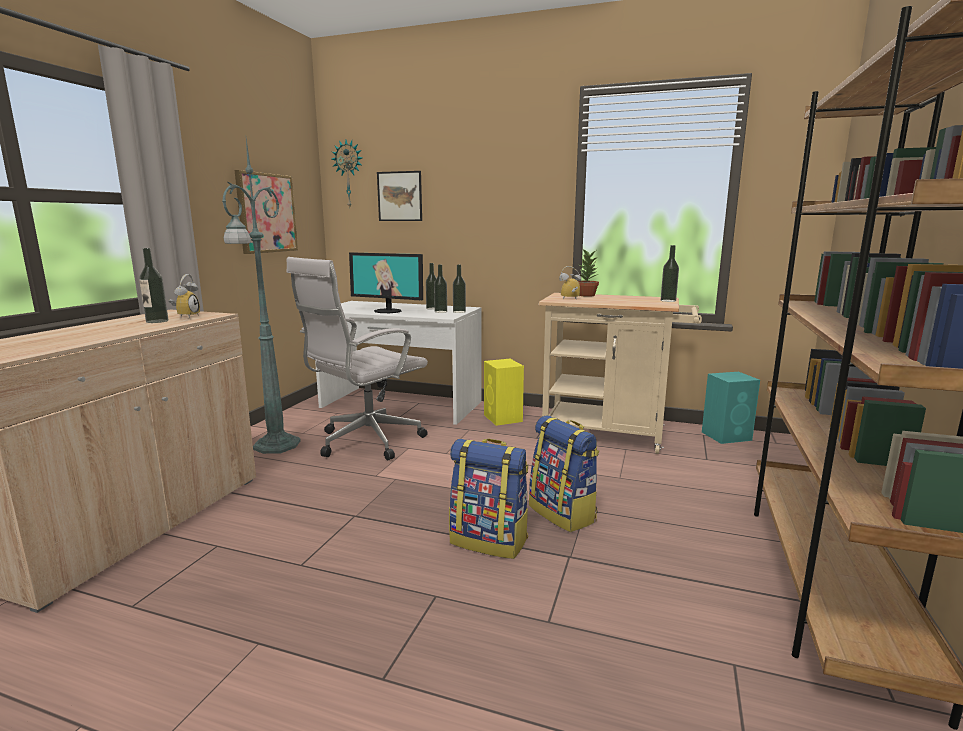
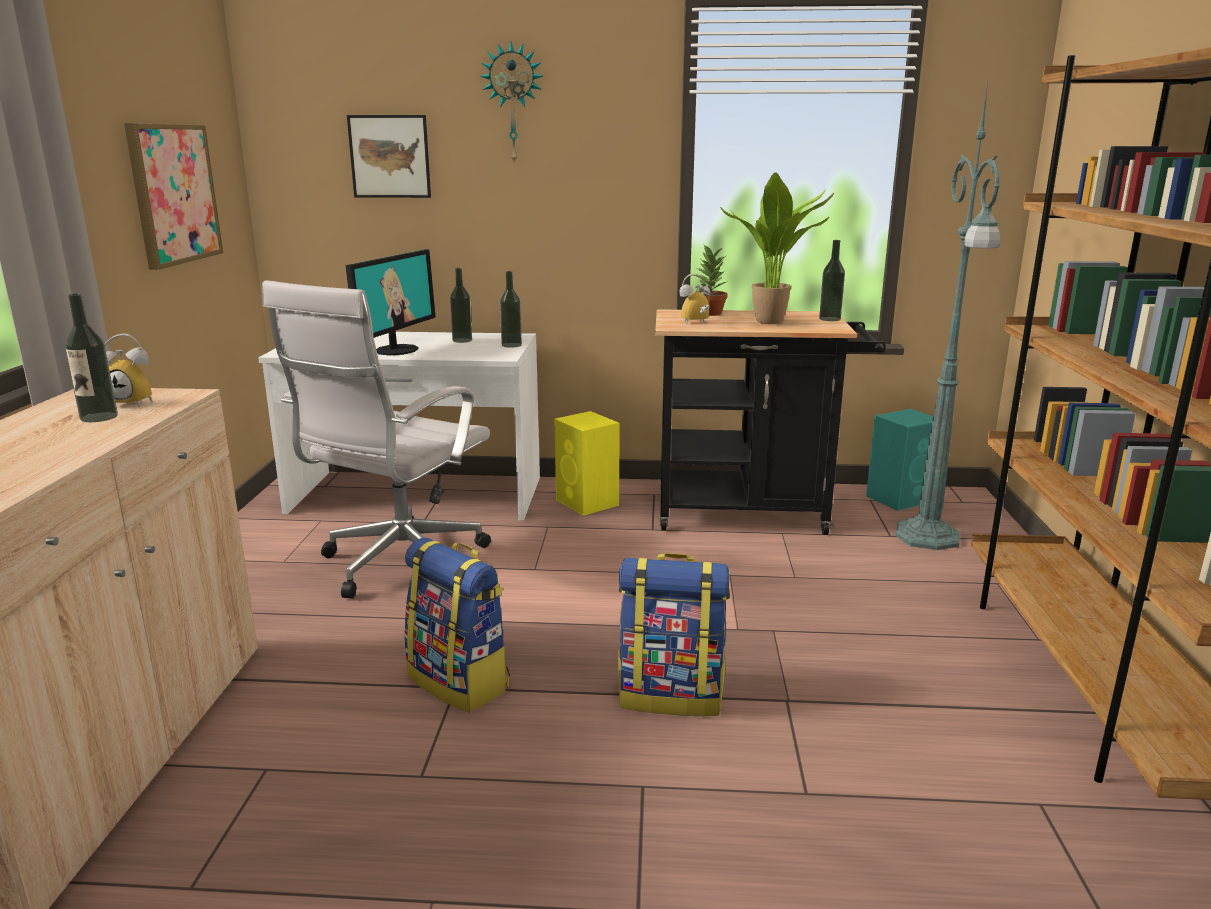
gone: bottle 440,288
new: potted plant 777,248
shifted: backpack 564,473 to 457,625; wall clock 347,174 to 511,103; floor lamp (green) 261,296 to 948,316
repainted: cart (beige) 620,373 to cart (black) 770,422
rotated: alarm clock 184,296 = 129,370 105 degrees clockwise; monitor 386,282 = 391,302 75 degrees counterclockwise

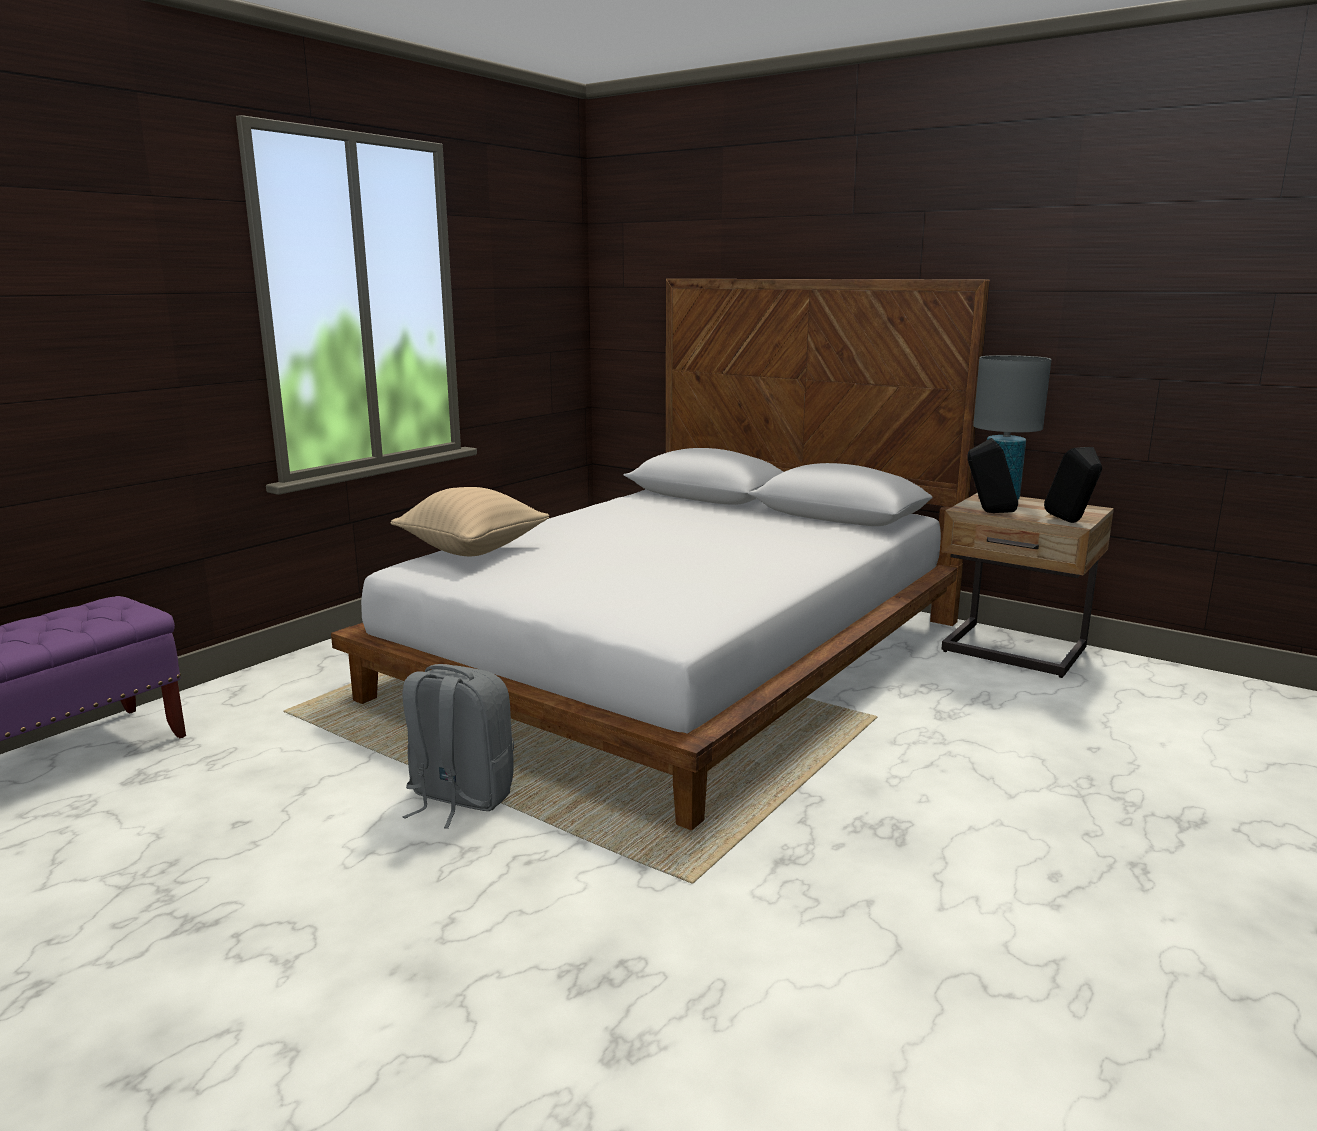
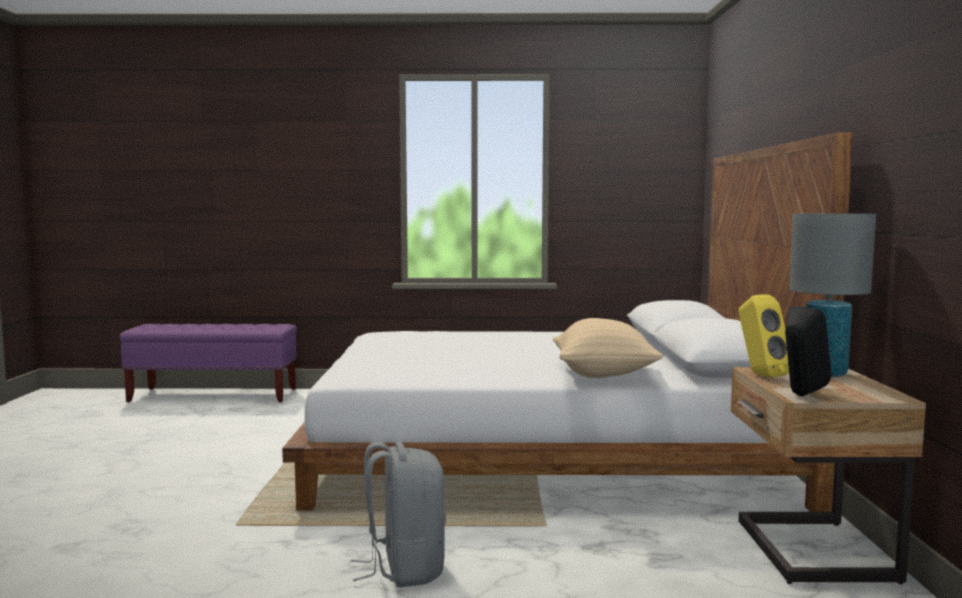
shifted: backpack (grey) 458,746 to 398,514; pillow (beige) 470,521 to 608,348
repainted: speaker (black) 992,475 to speaker (yellow) 764,336

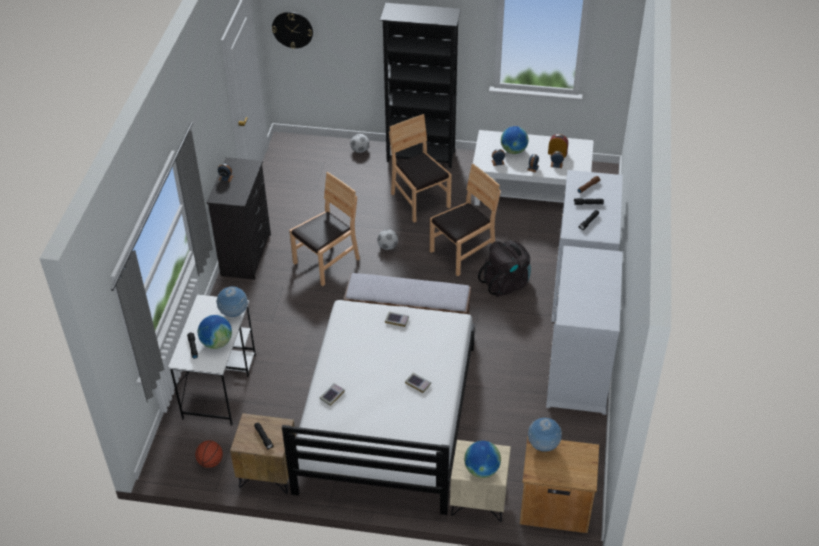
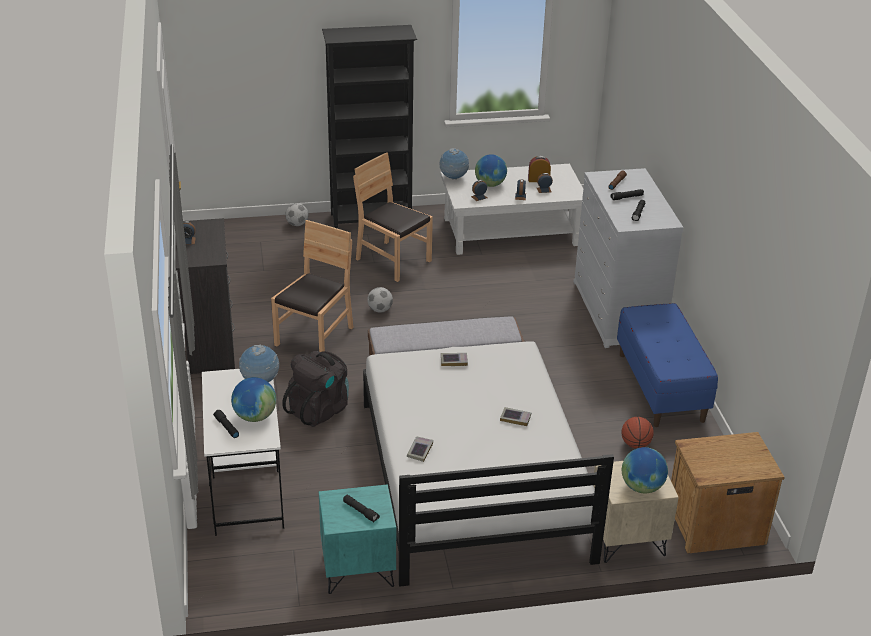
gone: wall clock 292,30; chair (brown) 465,220
shifted: backpack (black) 504,268 to 315,389; globe 545,435 to 454,164; basketball 209,454 to 638,432
swapped: dresser (white) 584,330 to bench (blue) 667,365
repainted: nightstand (brown) 263,453 to nightstand (turquoise) 357,539

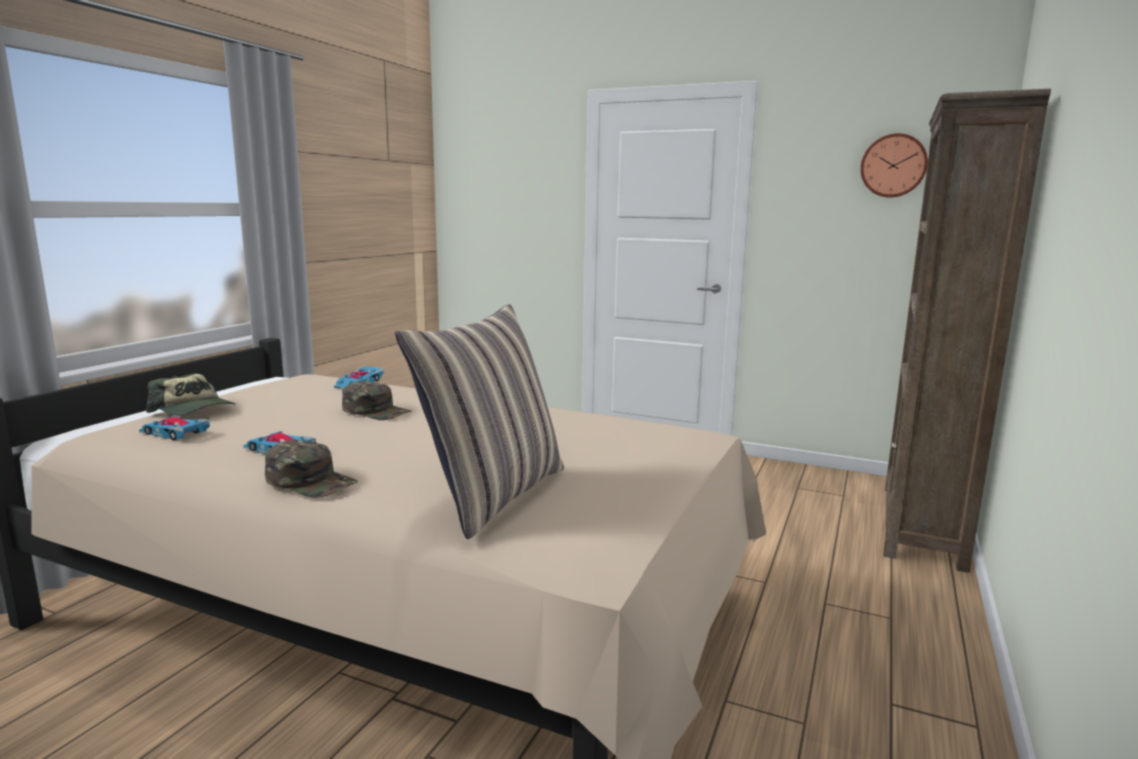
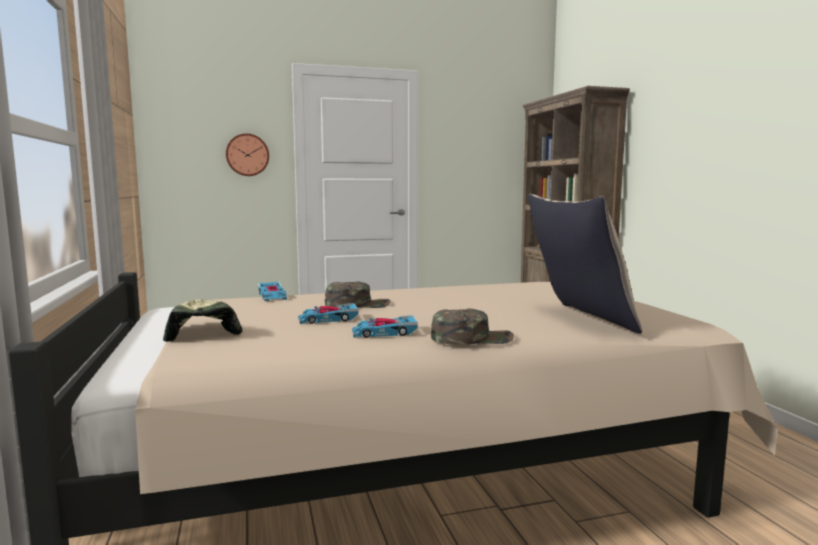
shifted: wall clock 894,165 to 247,154; toy car 174,427 to 328,313
rotated: cap 190,395 = 203,320 105 degrees counterclockwise

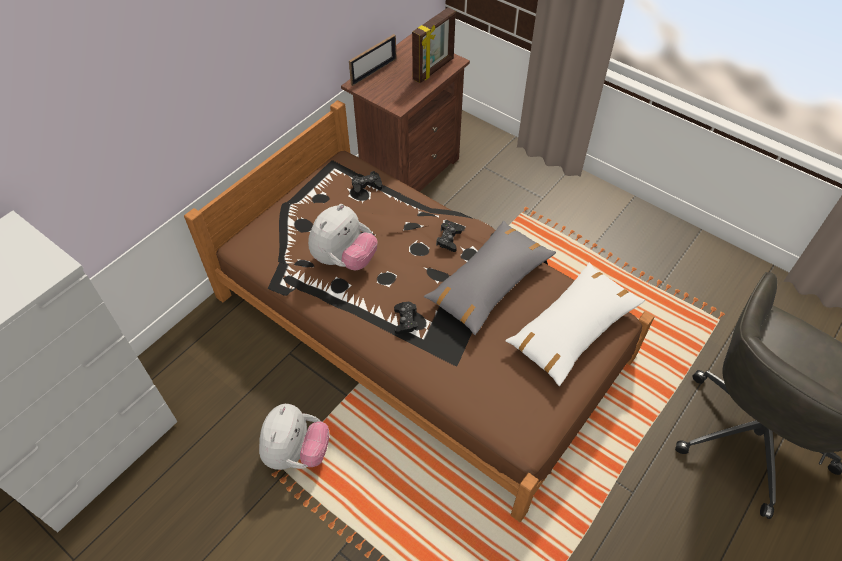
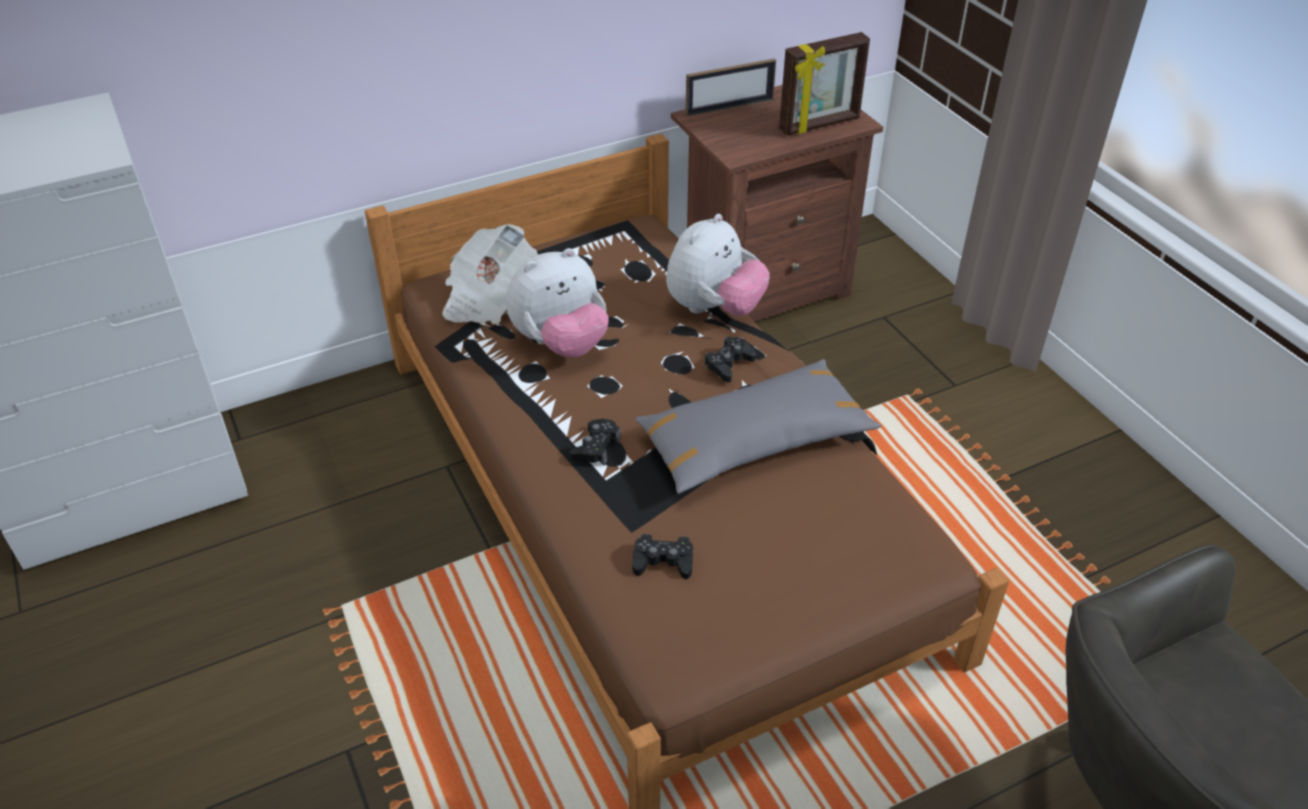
gone: pillow (white) 575,324
new: newspaper 490,274
shifted: game controller (black) 367,183 to 662,556; plush toy 294,437 to 718,265

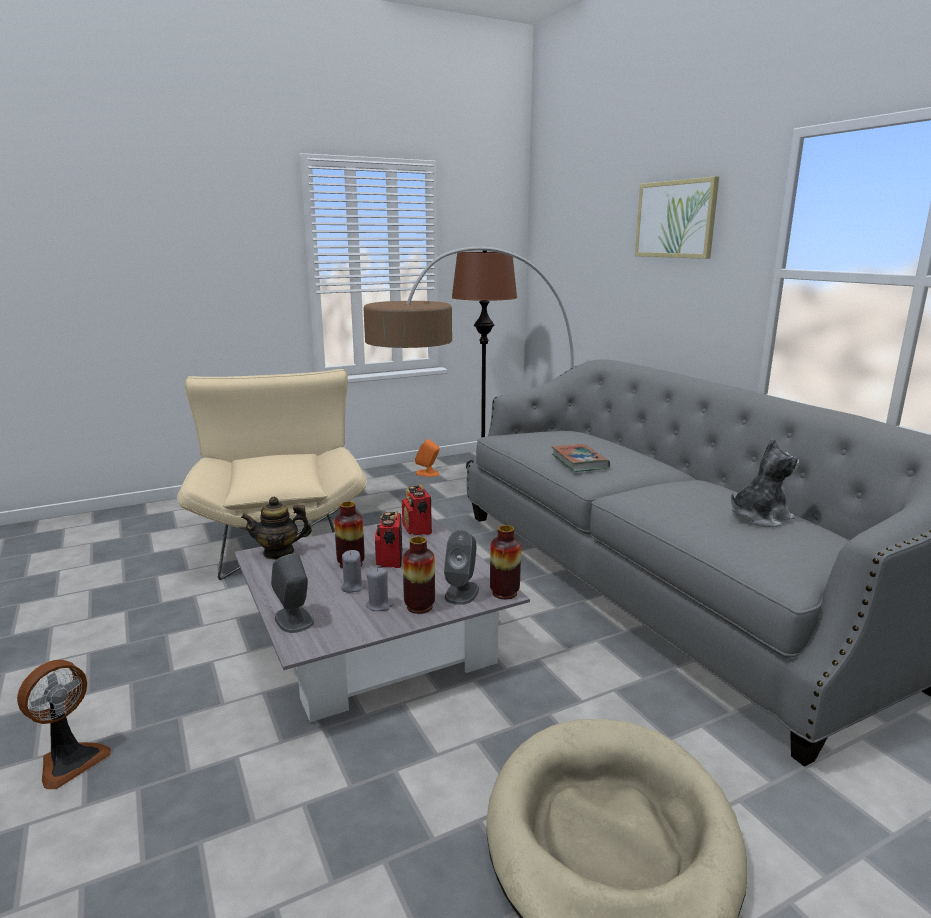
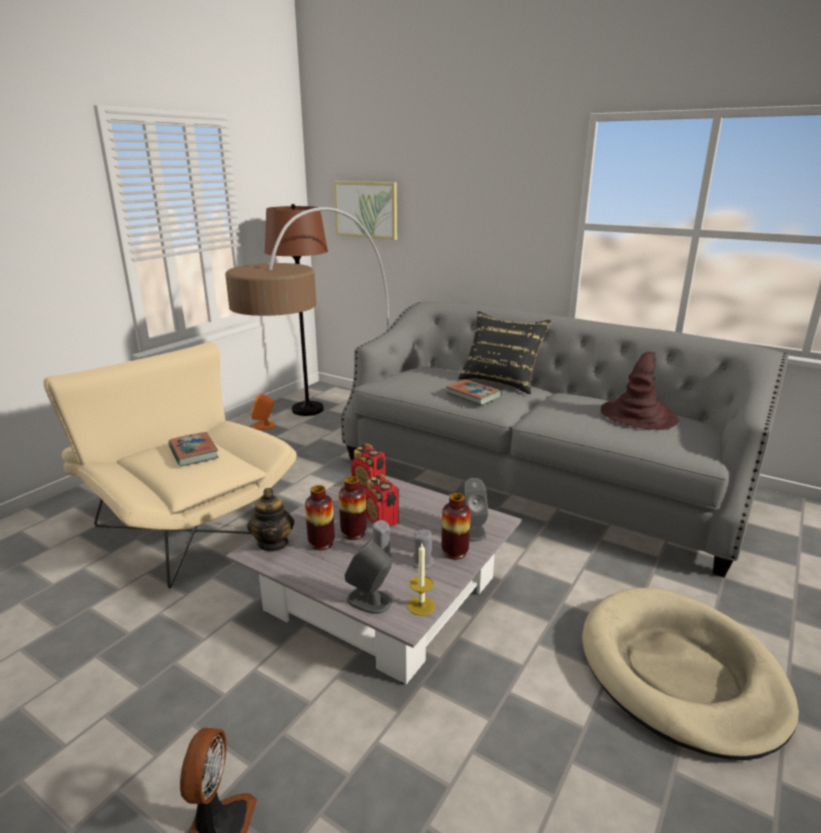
new: book 193,449; candle 421,580; pillow (black) 504,352
shifted: vase 505,562 to 320,517; picture 677,217 to 365,210
swapped: plush toy 765,482 to hat (brown) 640,391
rotated: teapot 276,528 = 270,520 60 degrees counterclockwise

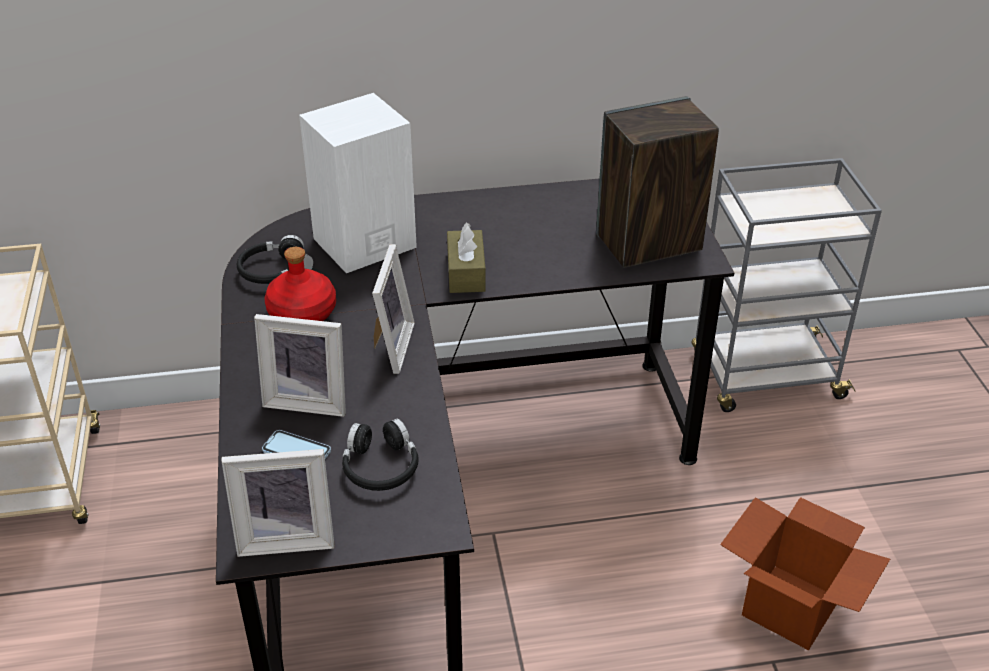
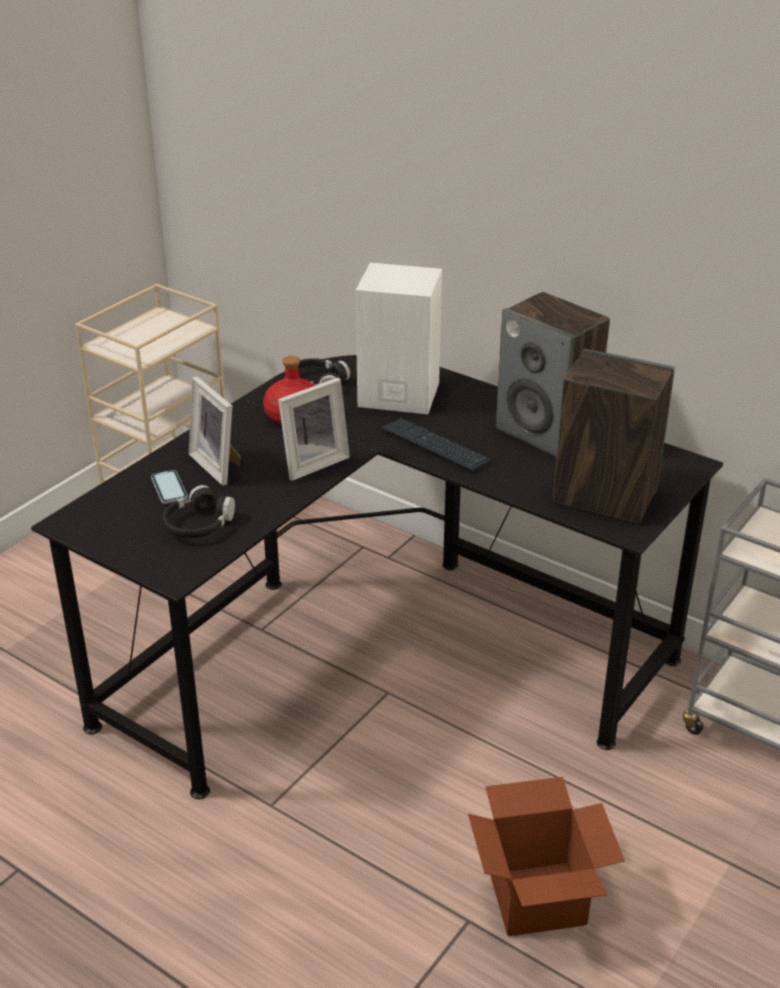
gone: picture frame 277,503
new: speaker 553,374
swapped: tissue box (brown) 466,257 to keyboard 436,445

